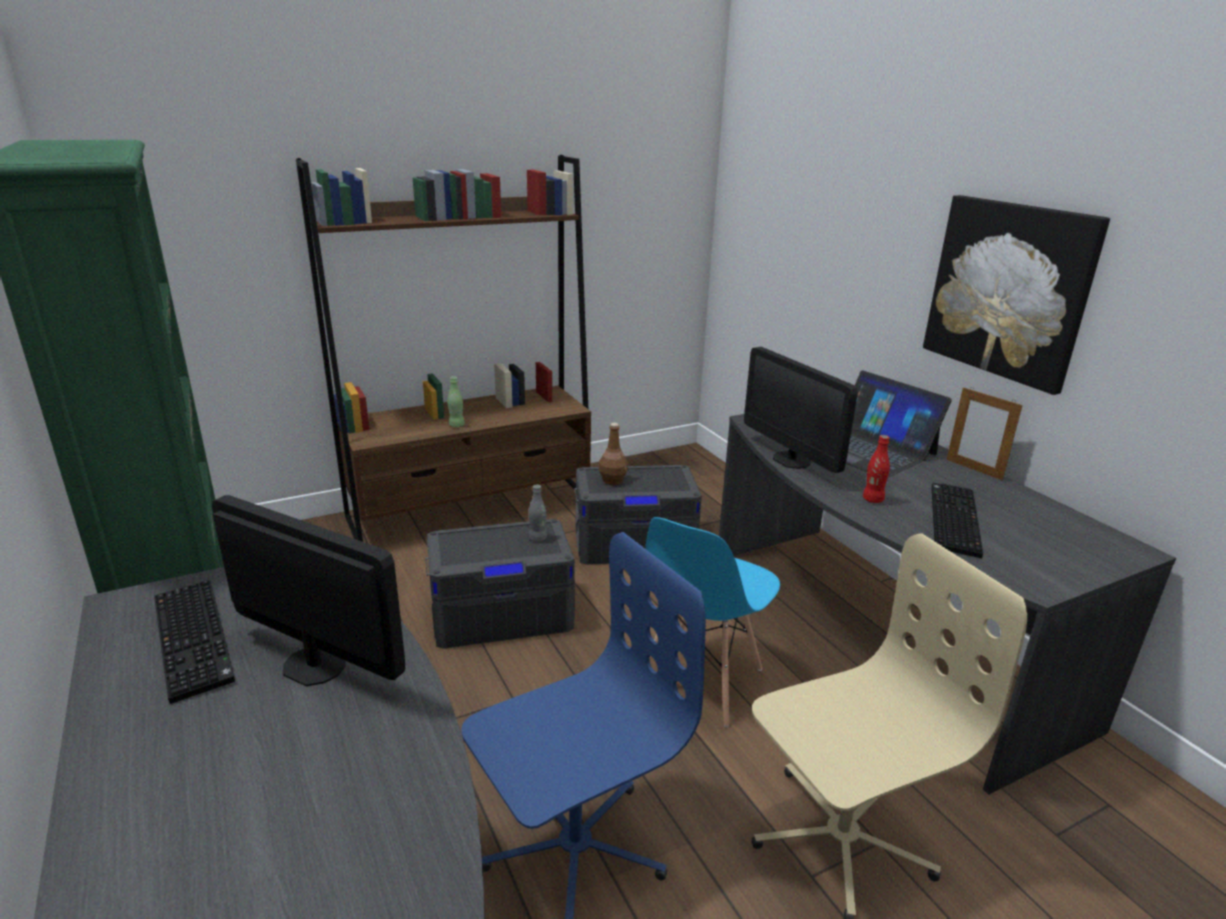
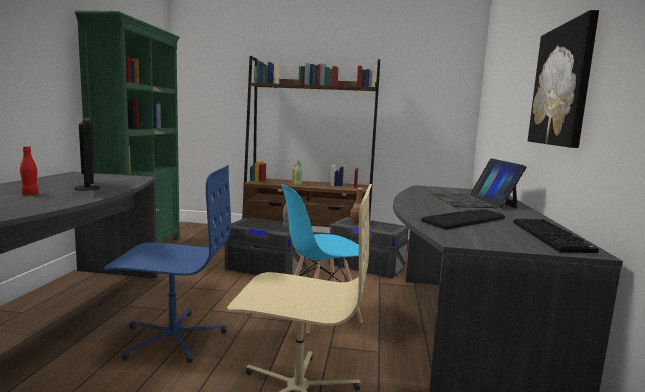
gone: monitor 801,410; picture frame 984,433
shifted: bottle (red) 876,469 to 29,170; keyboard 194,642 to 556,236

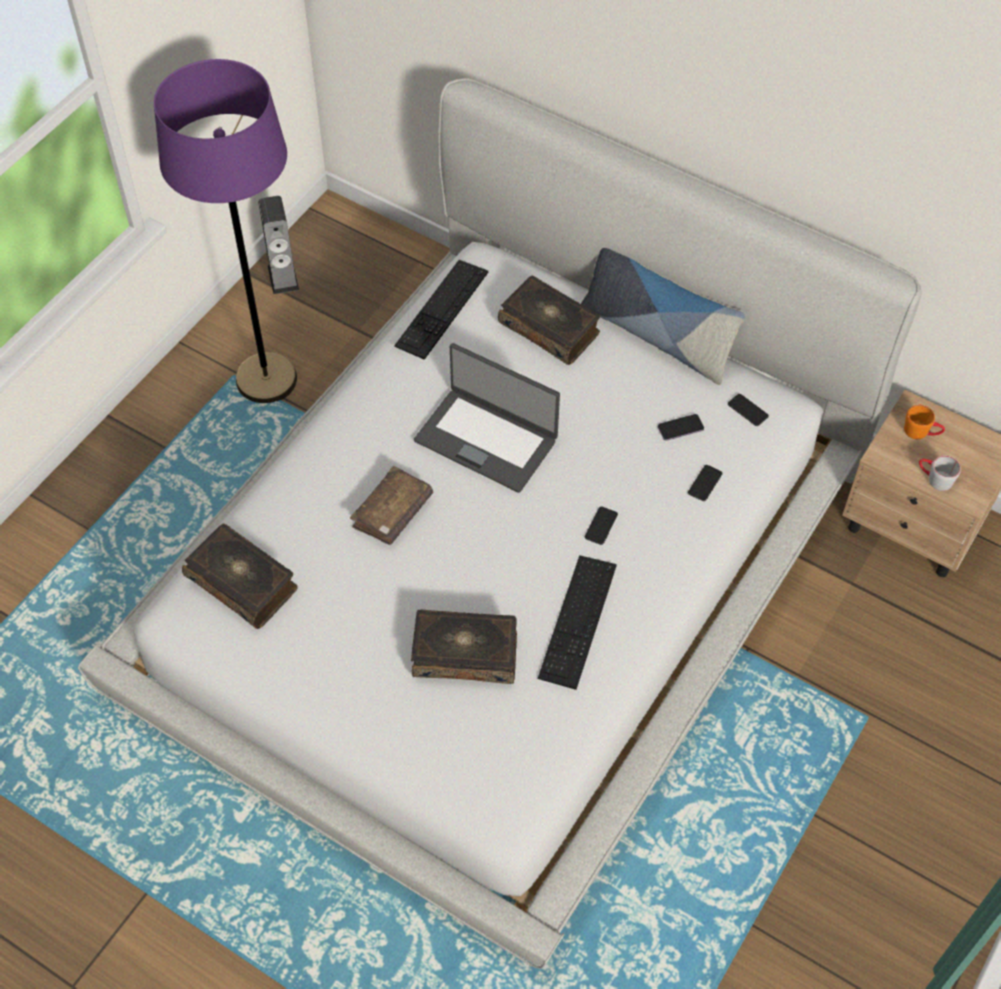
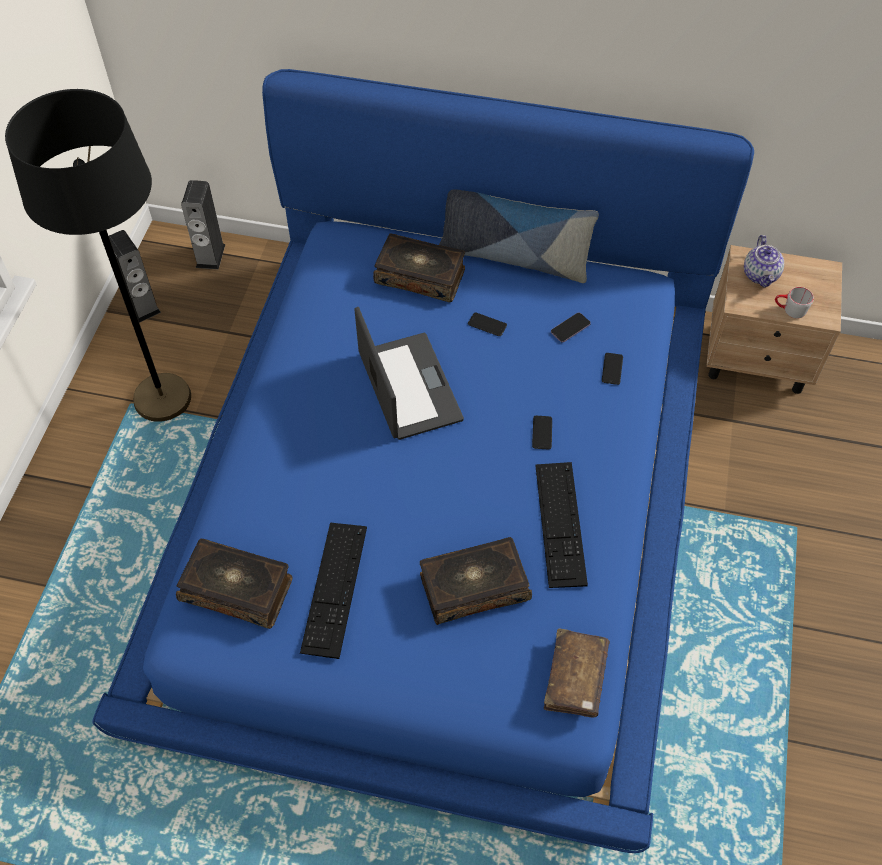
new: speaker 203,225
shifted: keyboard 441,310 to 333,591; phone 748,410 to 487,324; book (brown) 391,505 to 577,673
swapped: mug (orange) 924,422 to teapot 764,261
repainted: floor lamp (purple) 225,231 to floor lamp (black) 98,255; bed (white) 500,523 to bed (blue) 423,461
rotated: laptop 487,418 = 409,373 120 degrees counterclockwise

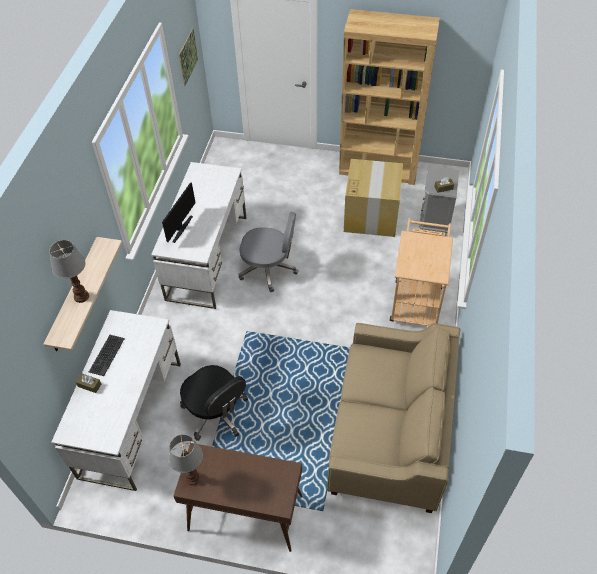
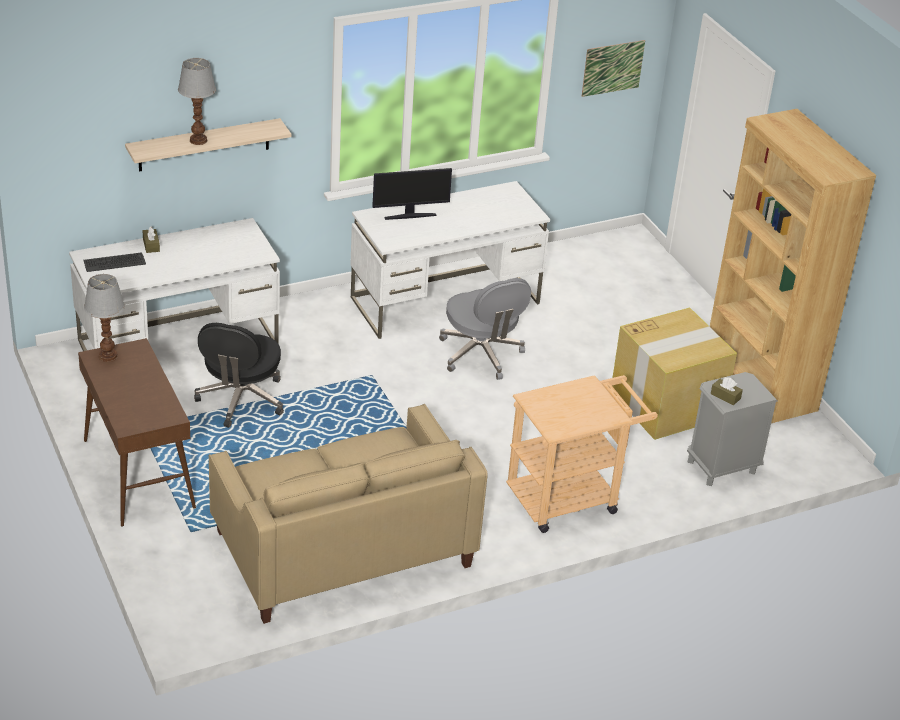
shifted: keyboard 107,355 to 114,262

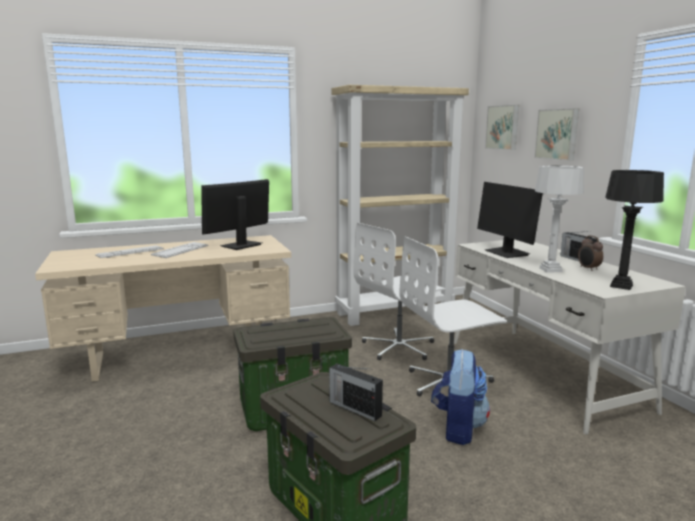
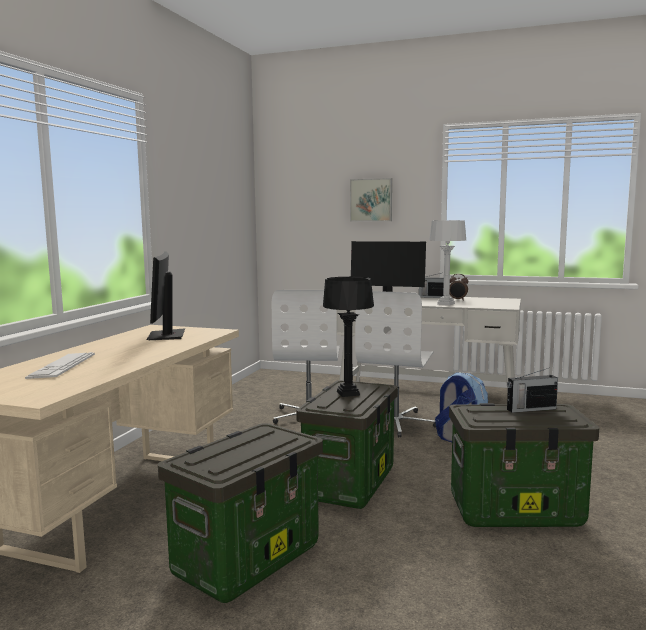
gone: keyboard 179,250; bookcase (beige) 400,205; picture 502,127
new: storage box 240,513
shifted: table lamp (black) 634,230 to 348,337

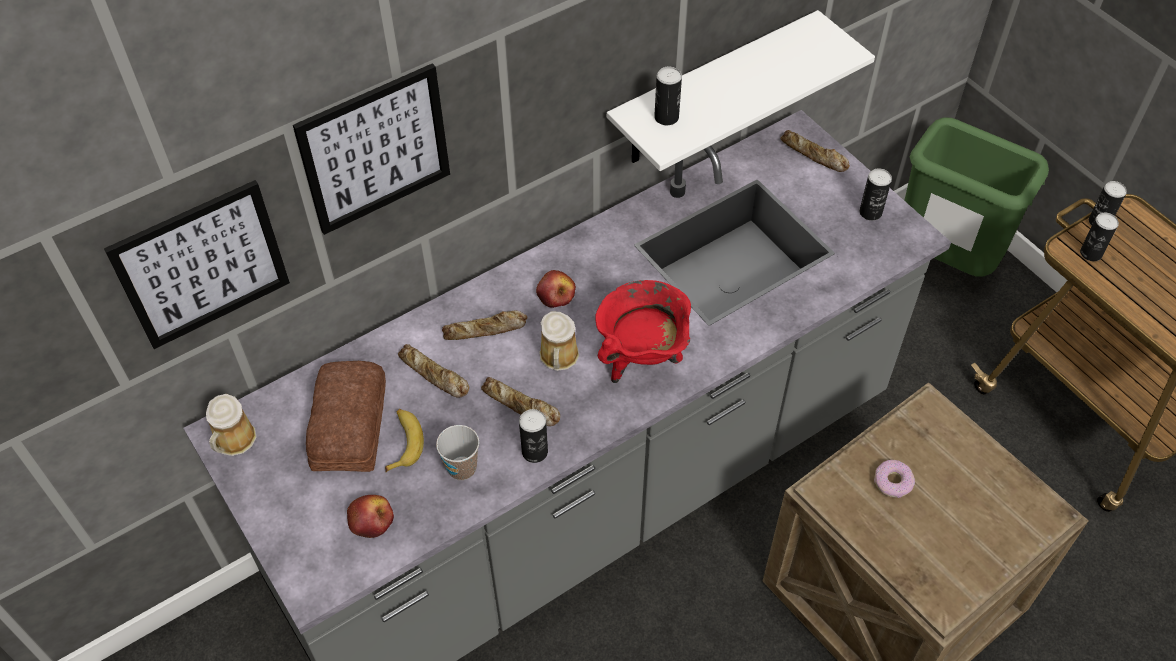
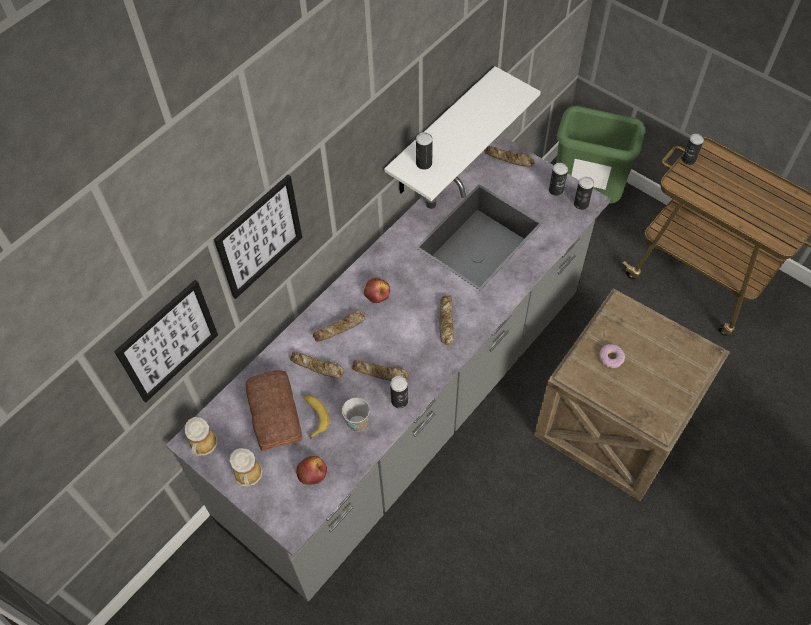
shifted: mug 559,341 to 246,467; can 1099,237 to 584,193
swapped: cooking pot (red) 643,331 to bread 446,320

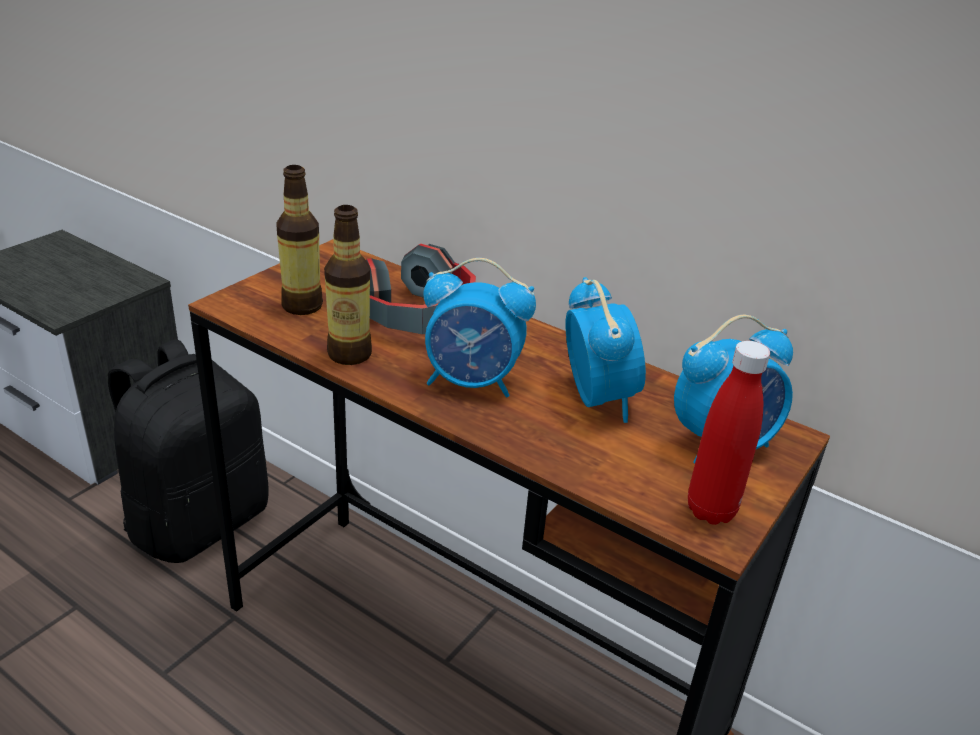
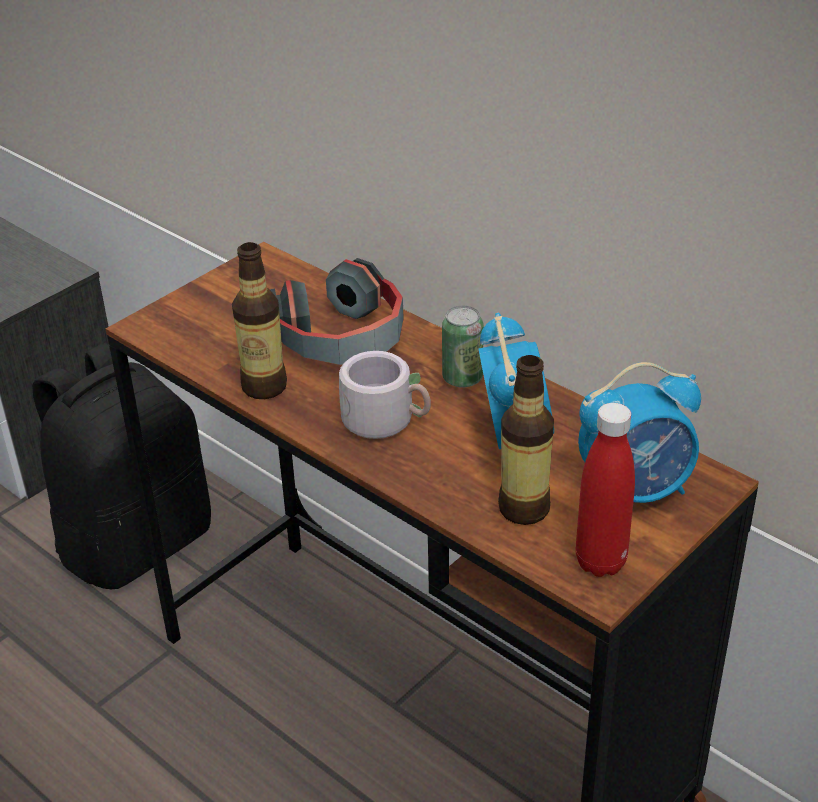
new: can 463,347
shifted: bottle 300,240 to 526,440
swapped: alarm clock 479,327 to mug (grey) 385,395

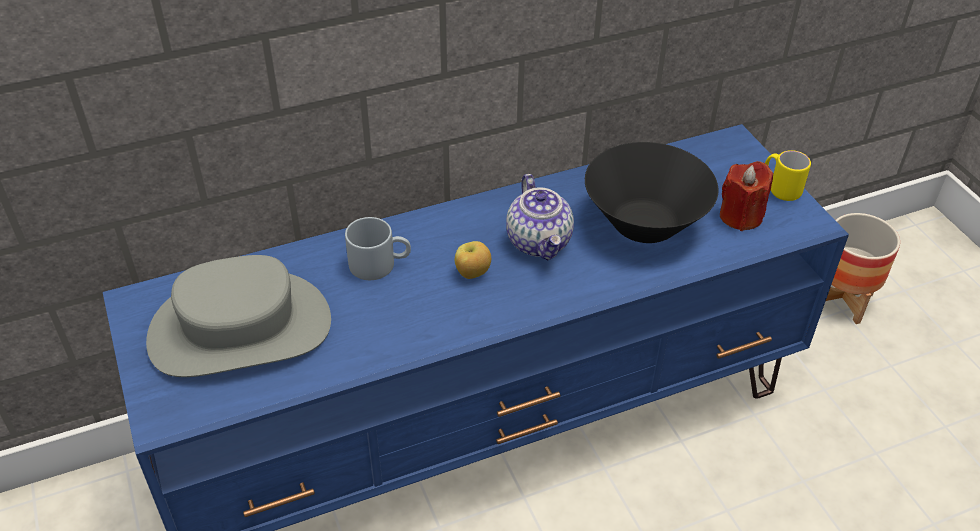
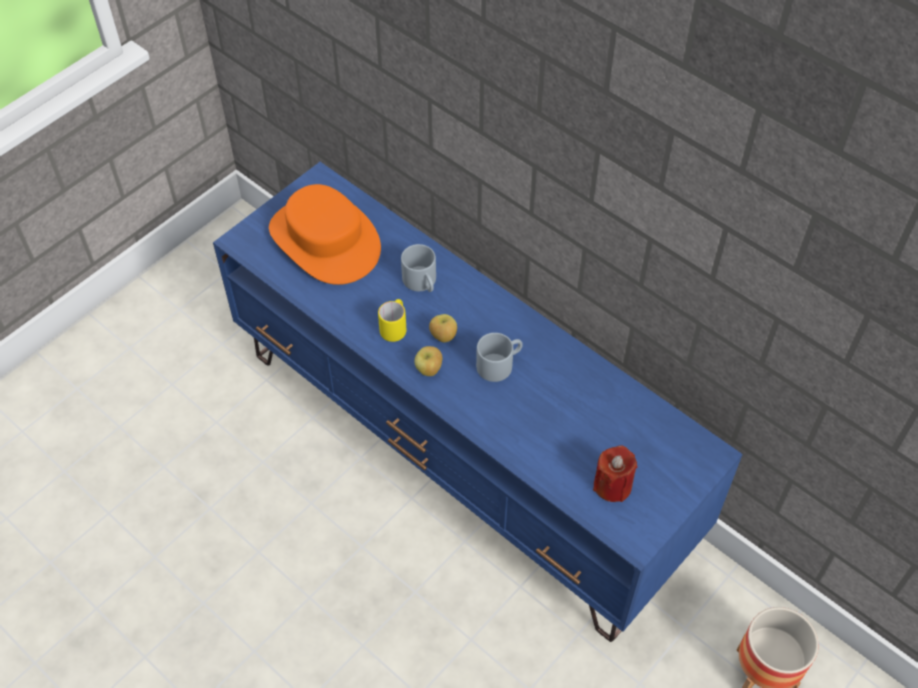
gone: bowl (black) 652,192
new: apple 428,361
shifted: mug (yellow) 788,175 to 392,320
swapped: teapot 540,217 to mug (grey) 499,357
repainted: hat (grey) 238,316 to hat (orange) 325,234

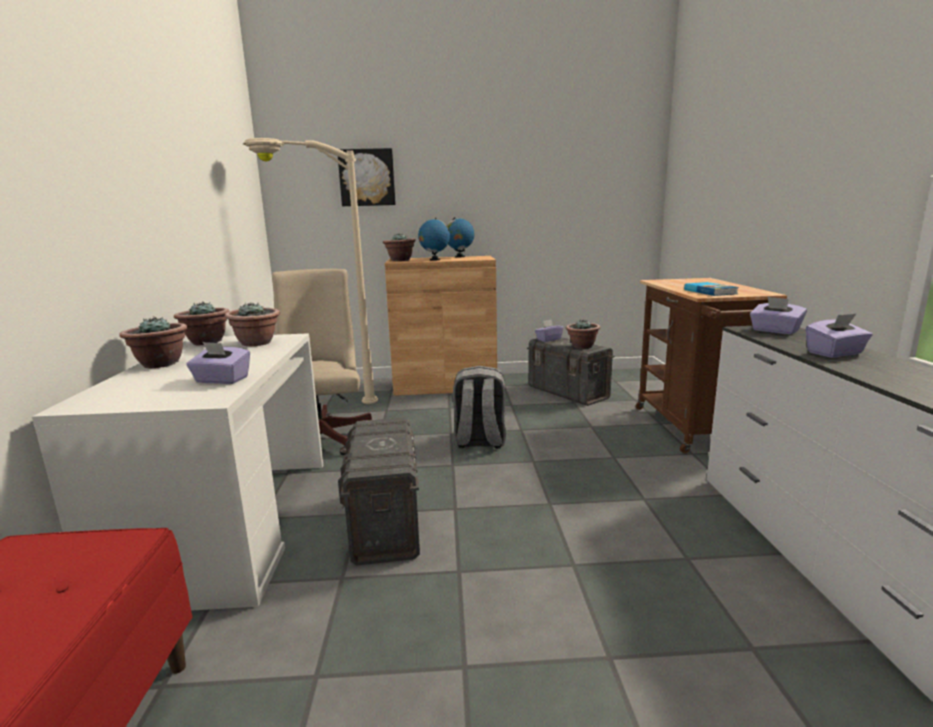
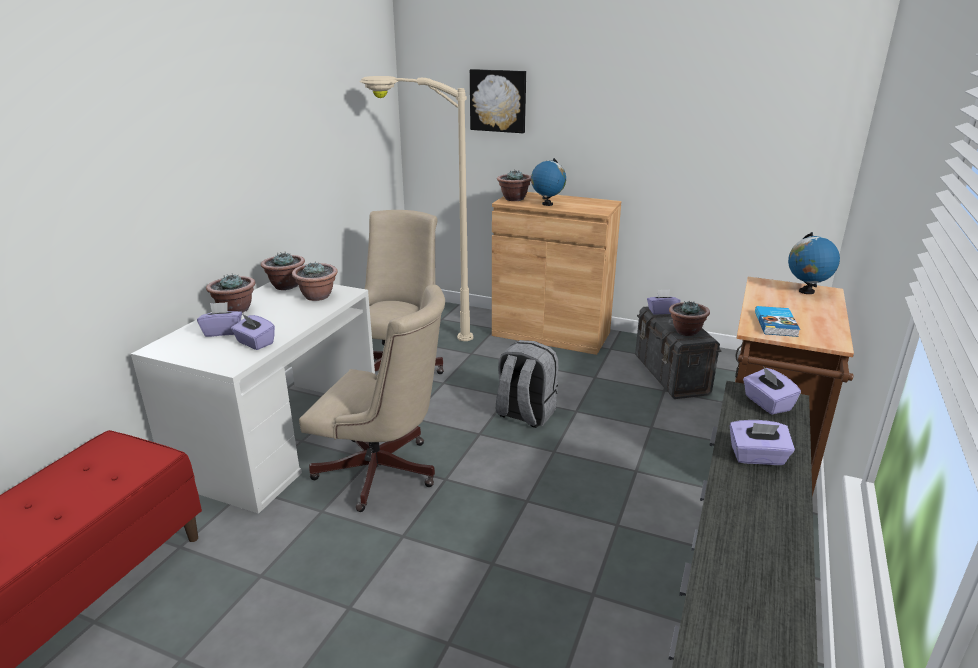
new: tissue box (purple) 219,319
shifted: globe 461,237 to 814,263
swapped: storage box (grey) 379,491 to office chair (beige) 372,398

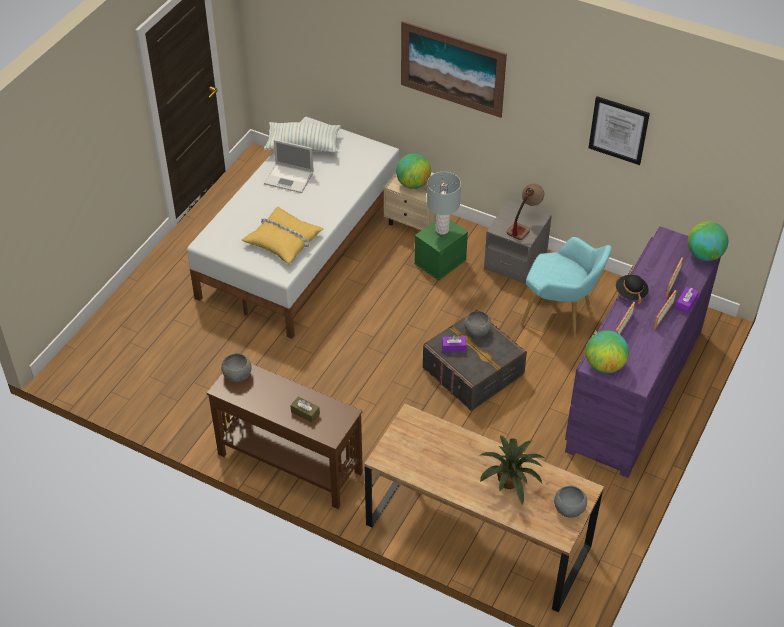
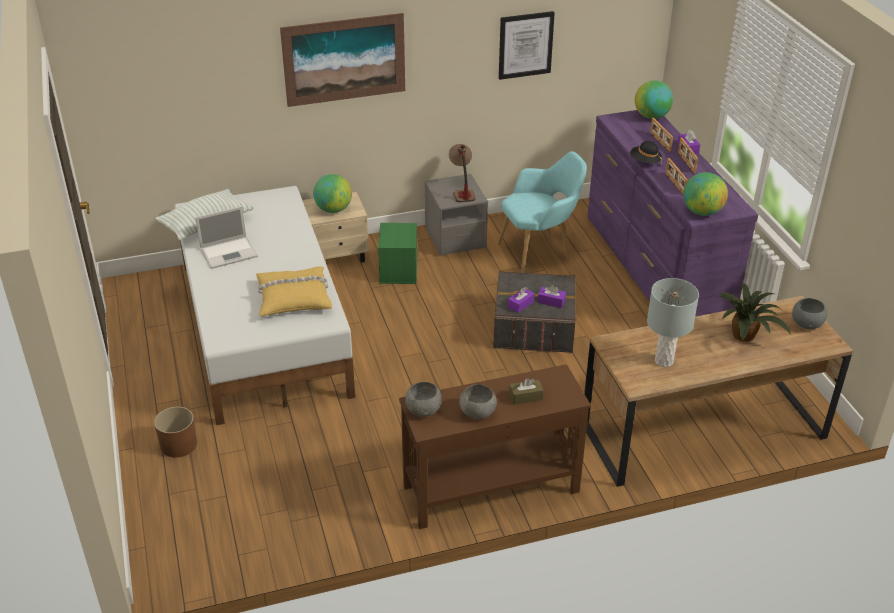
new: planter (brown) 175,432; tissue box (purple) 552,296
shifted: bowl (grey) 477,324 to 478,401; table lamp (grey) 444,203 to 673,322

